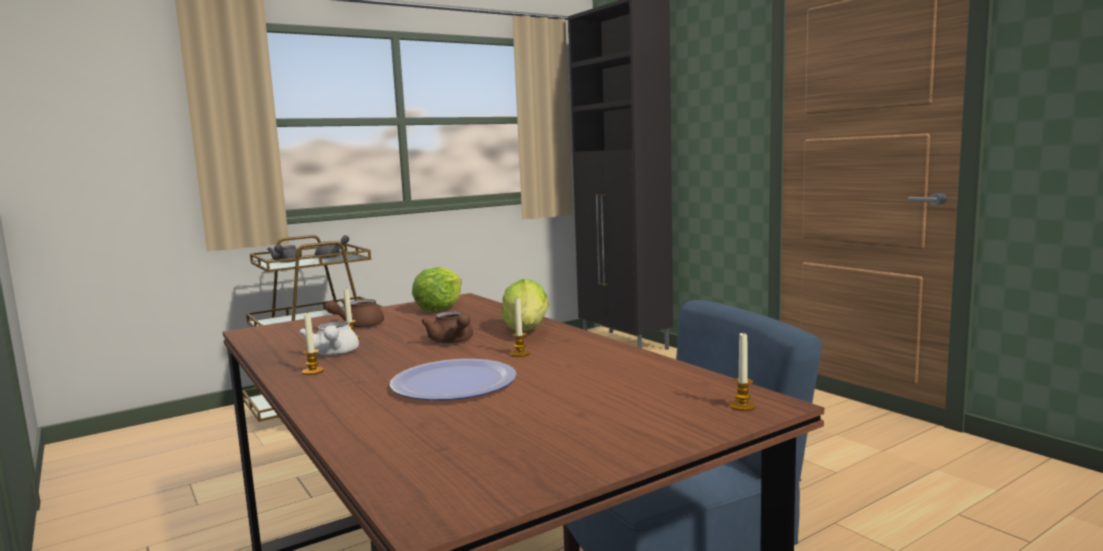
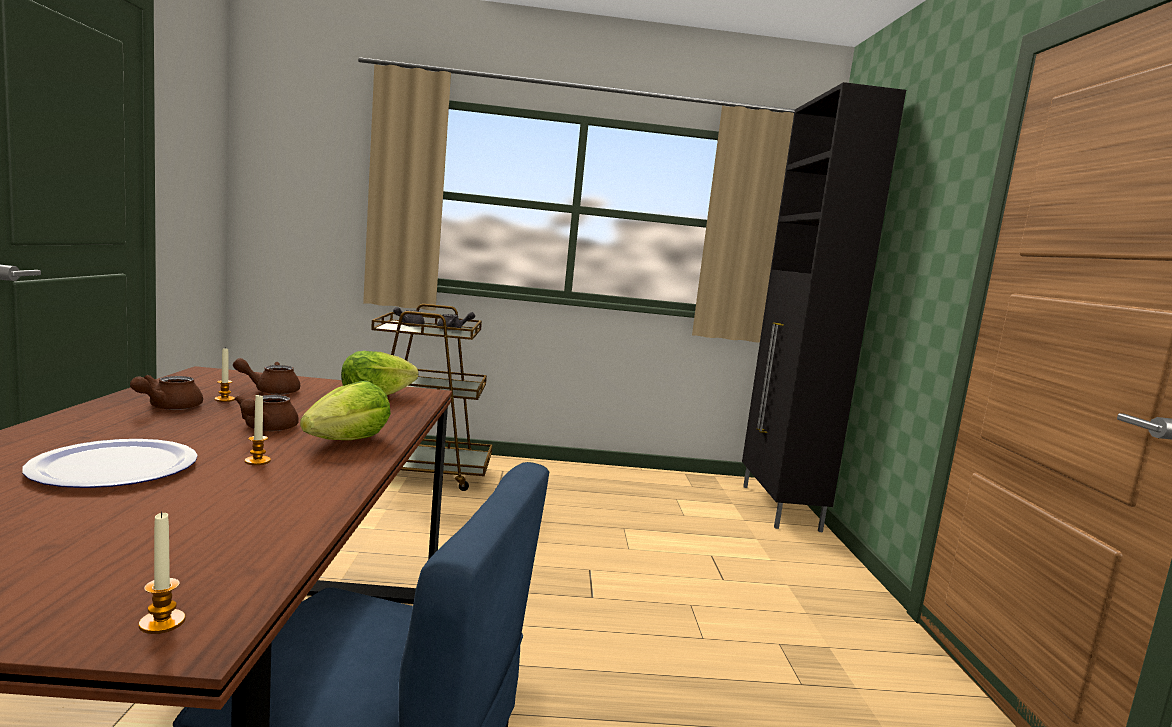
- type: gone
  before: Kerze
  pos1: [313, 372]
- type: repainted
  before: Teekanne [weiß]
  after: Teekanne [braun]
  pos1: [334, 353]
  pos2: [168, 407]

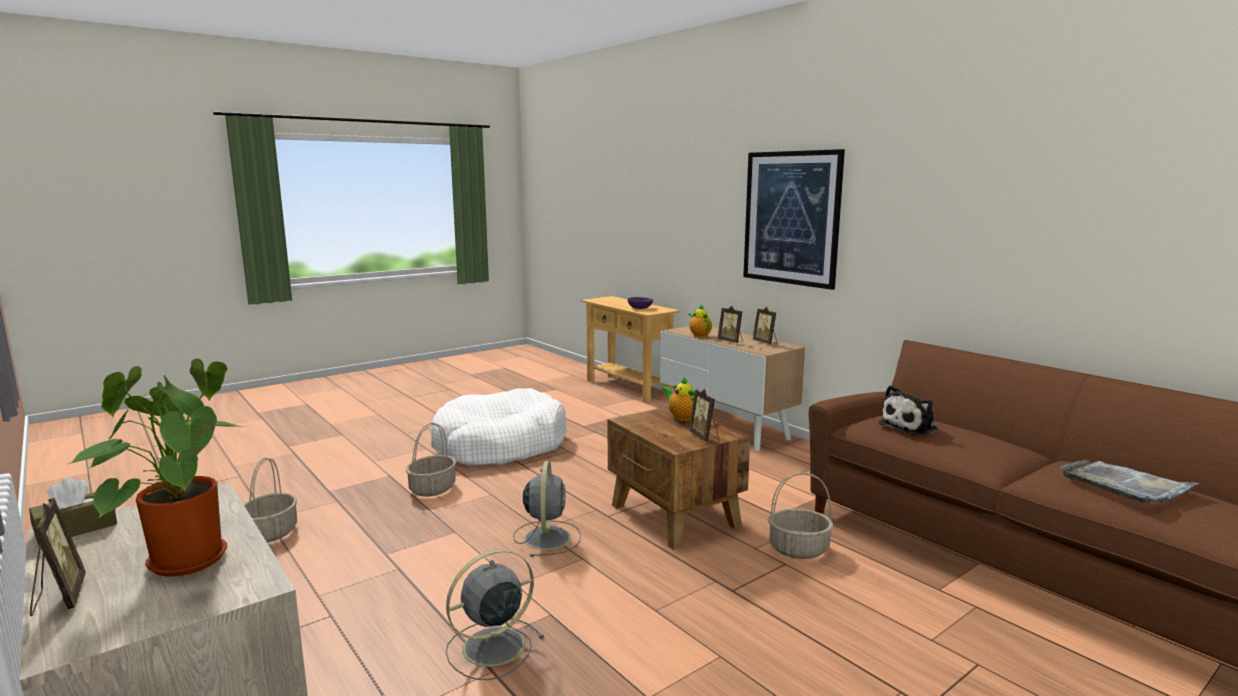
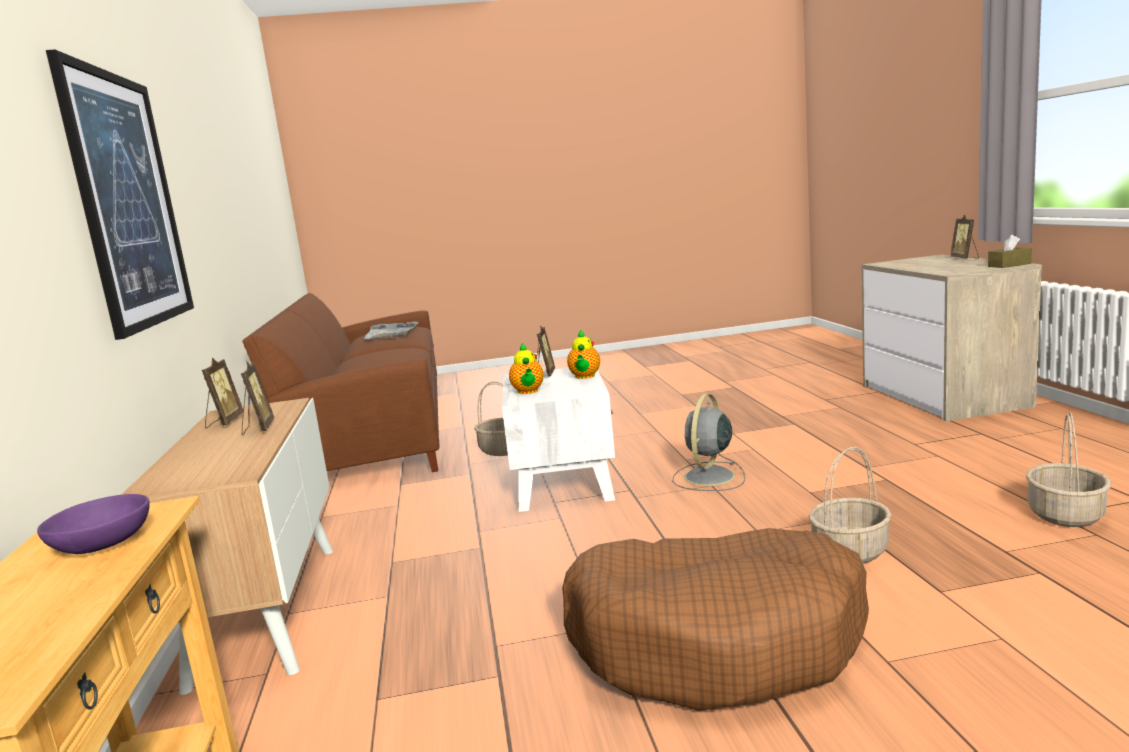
- type: gone
  before: Topfpflanze
  pos1: [183, 558]
- type: gone
  before: Ventilator [grau]
  pos1: [491, 647]
- type: gone
  before: Plüschtier
  pos1: [911, 427]
- type: shifted
  before: Teekanne
  pos1: [699, 335]
  pos2: [584, 377]
- type: repainted
  before: Hundebett [weiß]
  after: Hundebett [braun]
  pos1: [499, 445]
  pos2: [716, 641]
- type: repainted
  before: Beistelltisch [braun]
  after: Beistelltisch [weiß]
  pos1: [674, 516]
  pos2: [564, 482]

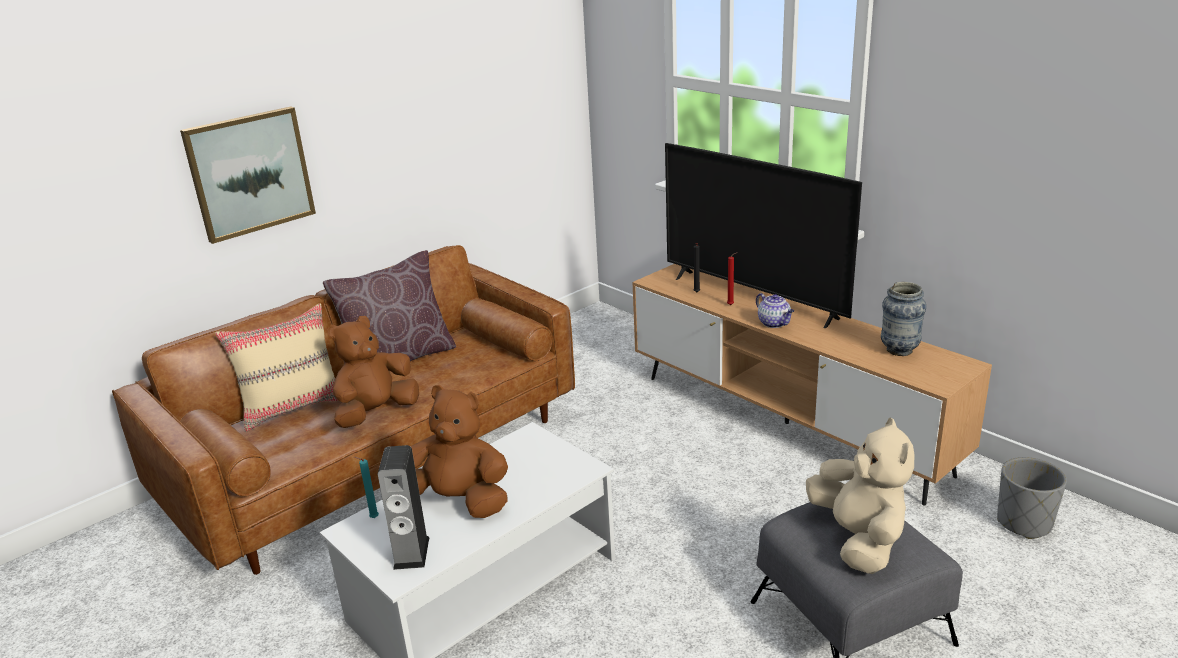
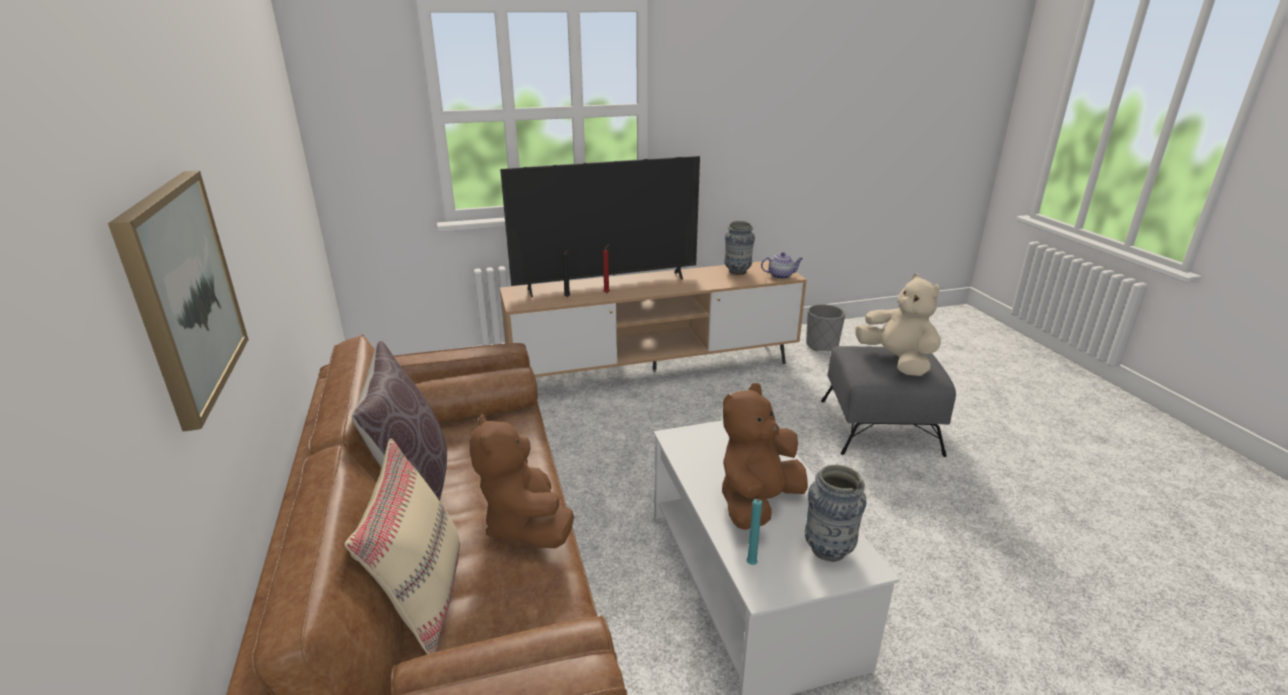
- type: shifted
  before: Teekanne
  pos1: [774, 323]
  pos2: [781, 276]
- type: swapped
  before: Lautsprecher
  after: Vase
  pos1: [411, 553]
  pos2: [828, 550]
- type: rotated
  before: Plüschtier [beige]
  pos1: [859, 539]
  pos2: [896, 361]
  turn: 45

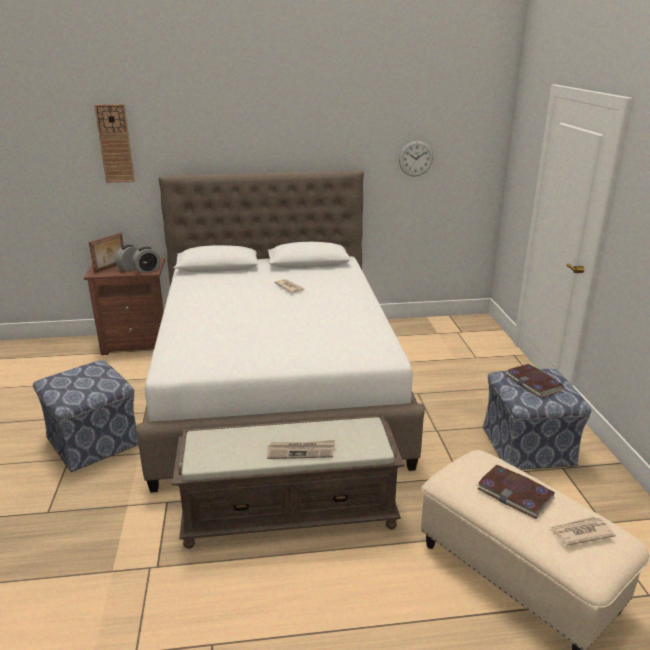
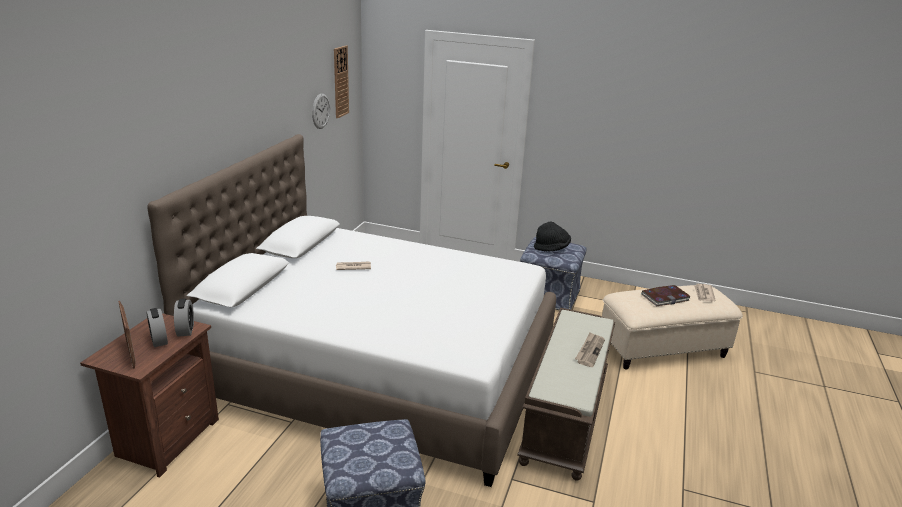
- type: shifted
  before: Wanduhr
  pos1: [115, 144]
  pos2: [340, 82]
- type: swapped
  before: Buch
  after: Hut [schwarz]
  pos1: [534, 383]
  pos2: [551, 248]

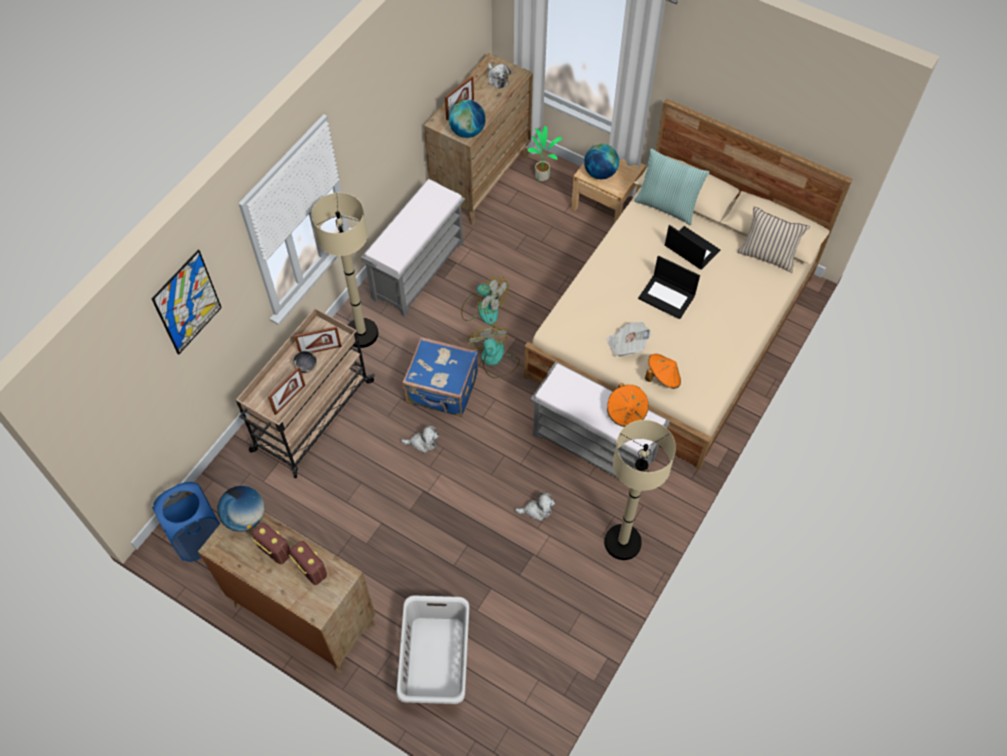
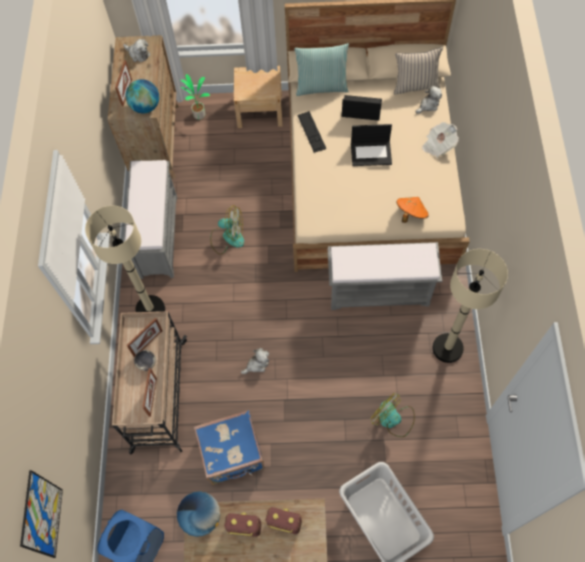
- type: gone
  before: Globus
  pos1: [600, 173]
- type: gone
  before: Hut [orange]
  pos1: [626, 412]
- type: new
  after: Tastatur
  pos2: [311, 132]
- type: shifted
  before: Bild
  pos1: [187, 303]
  pos2: [42, 515]
- type: shifted
  before: Koffer [blau]
  pos1: [442, 390]
  pos2: [233, 454]
- type: shifted
  before: Ventilator
  pos1: [495, 359]
  pos2: [393, 419]
- type: shifted
  before: Plüschtier
  pos1: [537, 510]
  pos2: [428, 105]
- type: shifted
  before: Zeitung
  pos1: [626, 345]
  pos2: [438, 145]

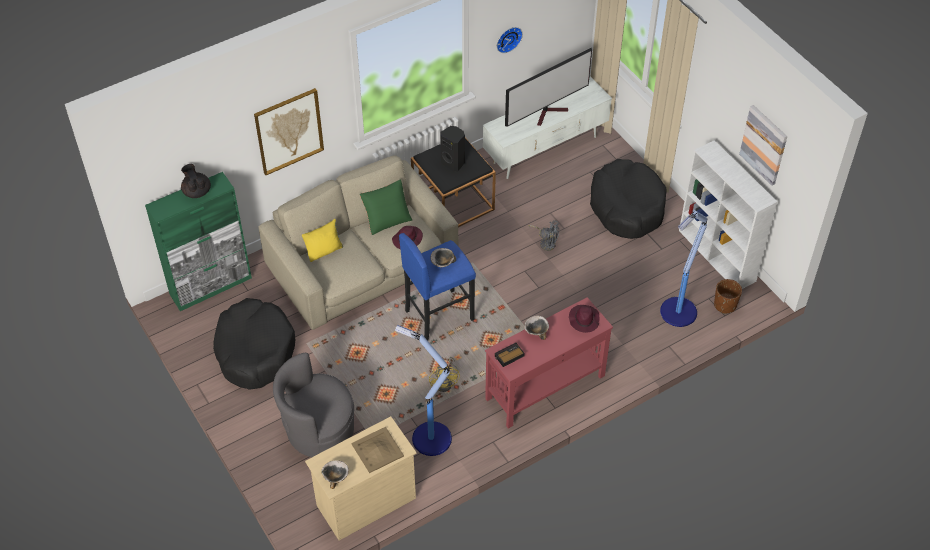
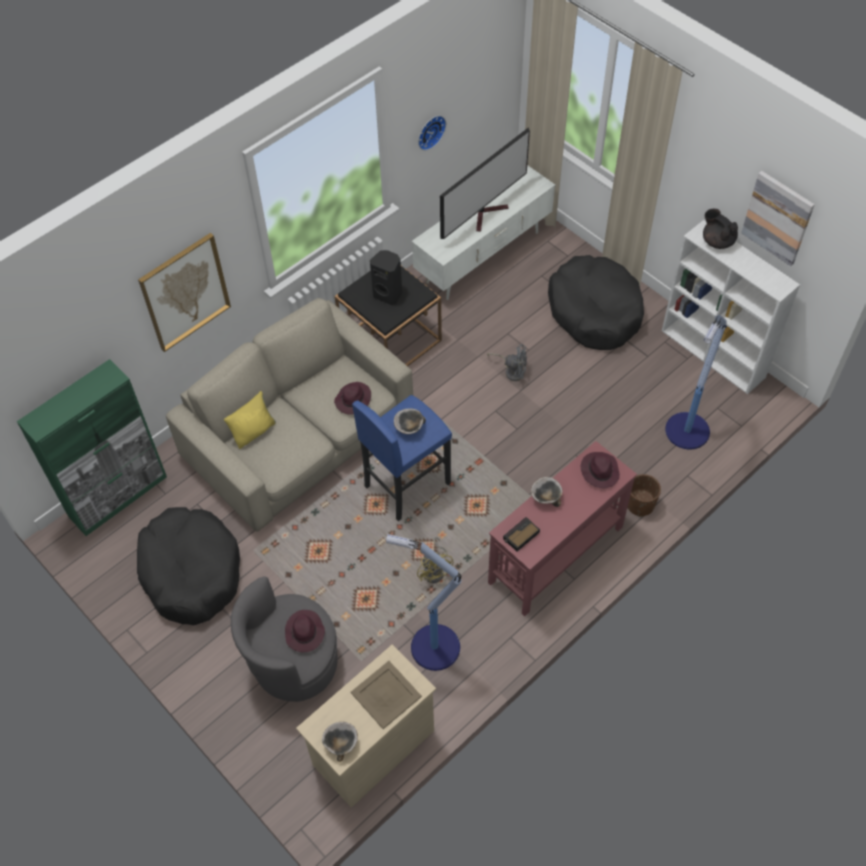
- type: gone
  before: Kissen [grün]
  pos1: [387, 219]
- type: new
  after: Hut [lila]
  pos2: [305, 633]
- type: shifted
  before: Teekanne [schwarz]
  pos1: [197, 191]
  pos2: [717, 241]
- type: shifted
  before: Pflanzkübel [braun]
  pos1: [725, 305]
  pos2: [640, 504]

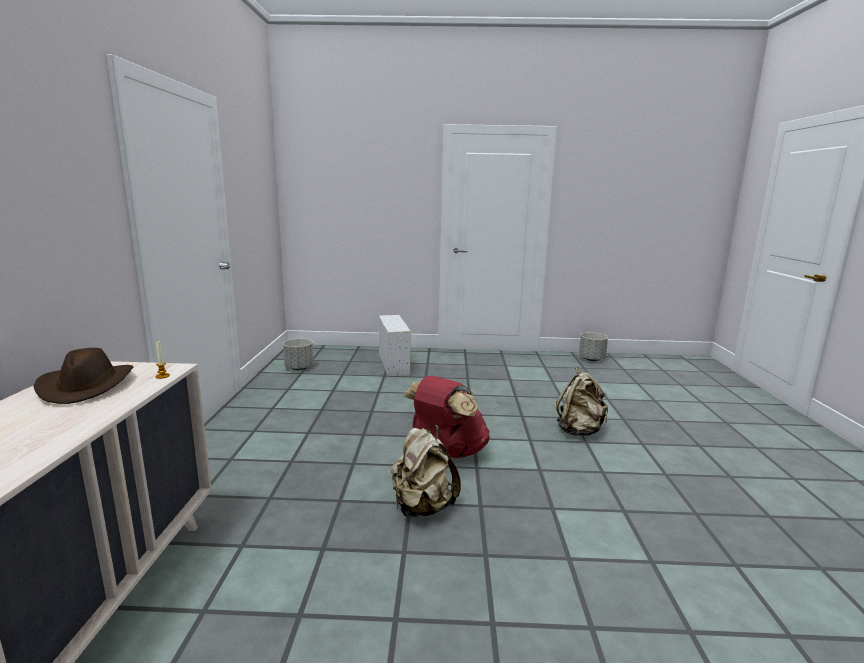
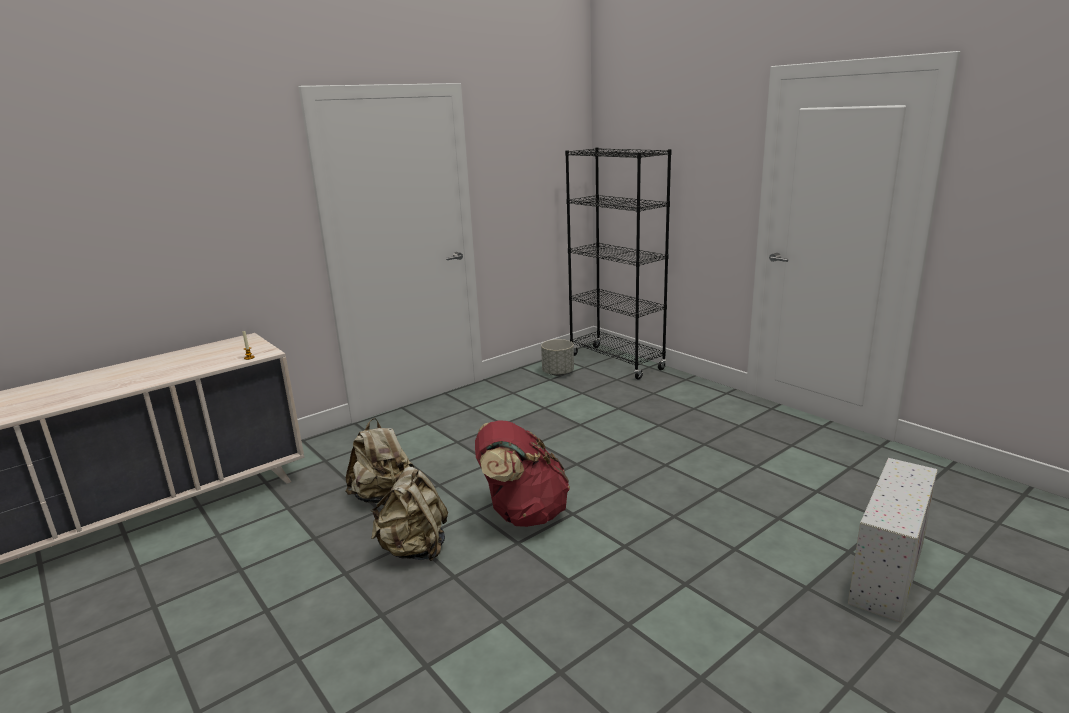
- type: gone
  before: Hut [braun]
  pos1: [87, 386]
- type: gone
  before: Pflanzkübel [grau]
  pos1: [591, 359]
- type: new
  after: Bücherregal [schwarz]
  pos2: [616, 362]
- type: shifted
  before: Aufbewahrungsbox [weiß]
  pos1: [393, 364]
  pos2: [887, 570]
- type: shifted
  before: Rucksack [beige]
  pos1: [579, 431]
  pos2: [384, 496]

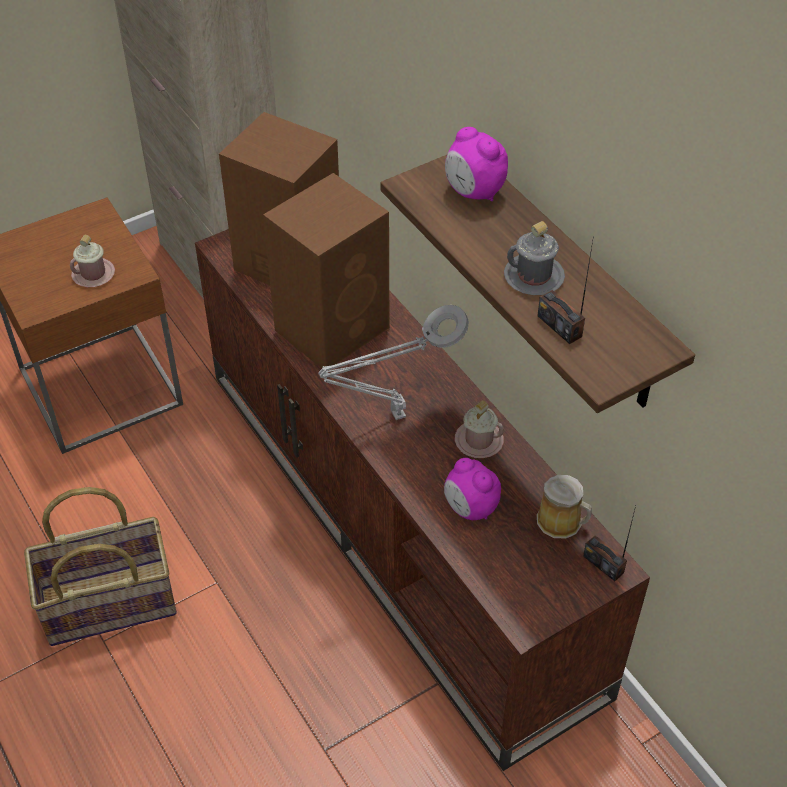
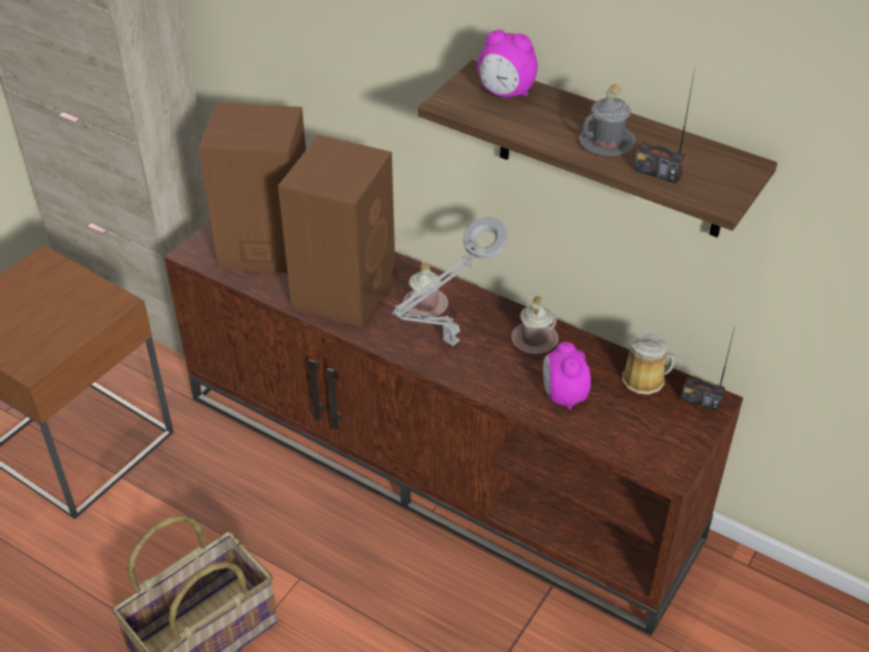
- type: shifted
  before: Henkelbecher [rosa]
  pos1: [93, 274]
  pos2: [425, 305]
- type: rotated
  before: Wecker
  pos1: [470, 508]
  pos2: [563, 396]
  turn: 60

